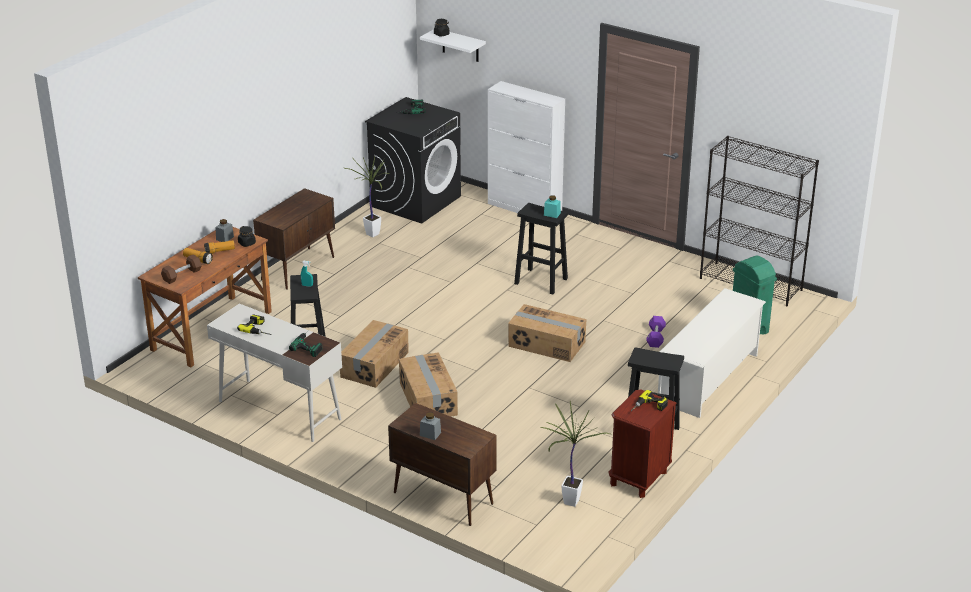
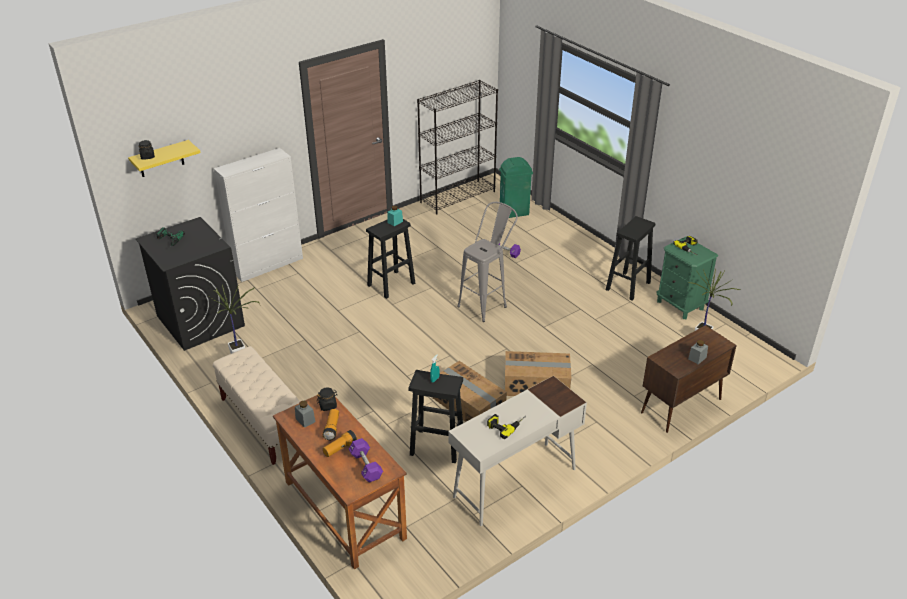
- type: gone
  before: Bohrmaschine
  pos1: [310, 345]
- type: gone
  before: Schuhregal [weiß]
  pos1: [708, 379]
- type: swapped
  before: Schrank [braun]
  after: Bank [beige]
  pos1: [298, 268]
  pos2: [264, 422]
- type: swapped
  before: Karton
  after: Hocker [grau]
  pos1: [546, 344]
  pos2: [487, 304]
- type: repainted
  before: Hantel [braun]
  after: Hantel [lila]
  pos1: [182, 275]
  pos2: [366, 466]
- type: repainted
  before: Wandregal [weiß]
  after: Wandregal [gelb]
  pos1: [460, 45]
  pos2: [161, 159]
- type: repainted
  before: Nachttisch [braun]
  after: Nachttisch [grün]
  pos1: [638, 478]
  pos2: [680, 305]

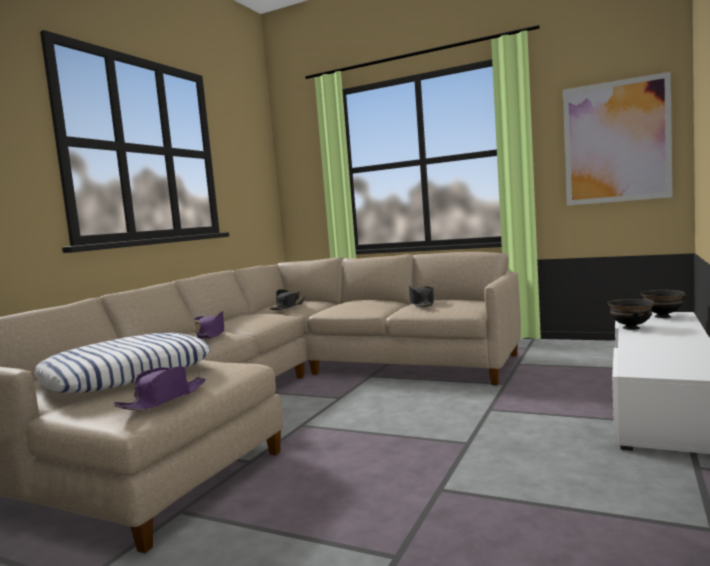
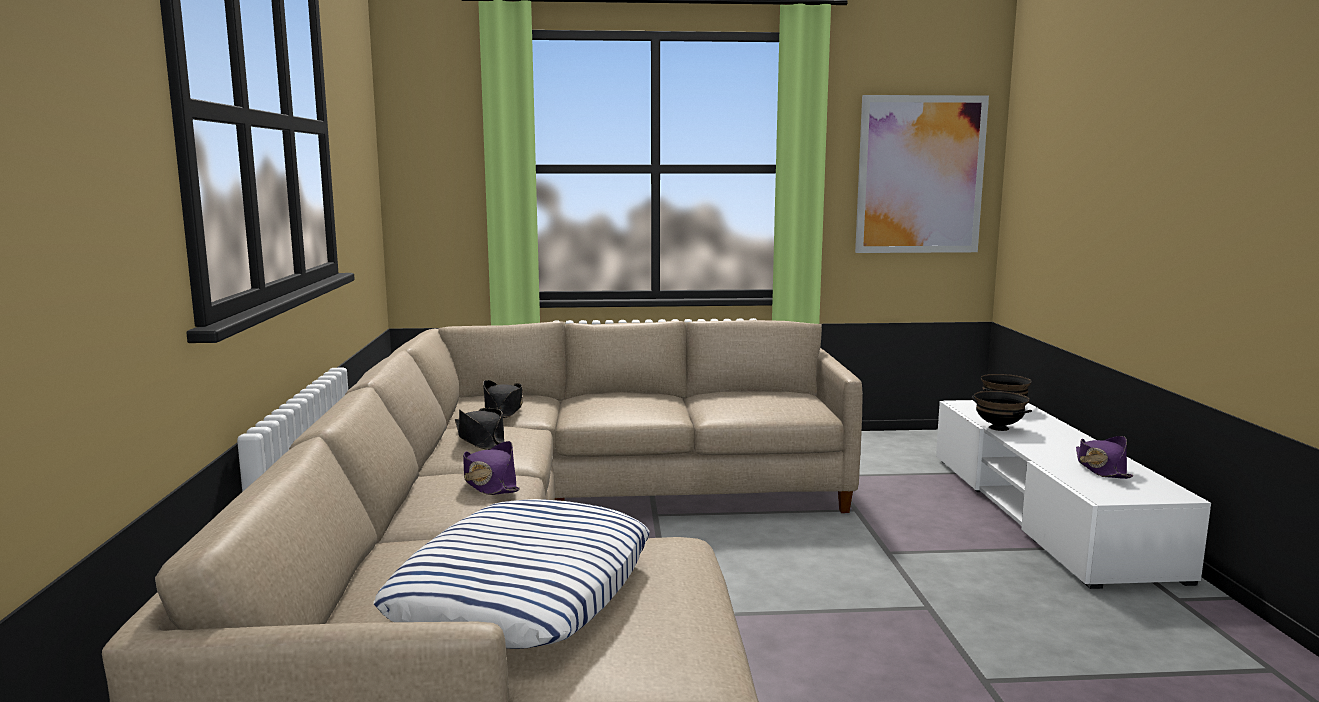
- type: shifted
  before: Hut [lila]
  pos1: [164, 399]
  pos2: [1101, 468]
- type: shifted
  before: Hut [schwarz]
  pos1: [421, 303]
  pos2: [481, 440]

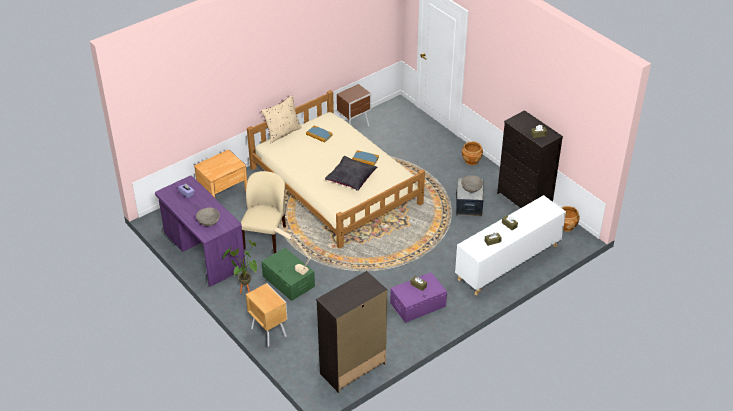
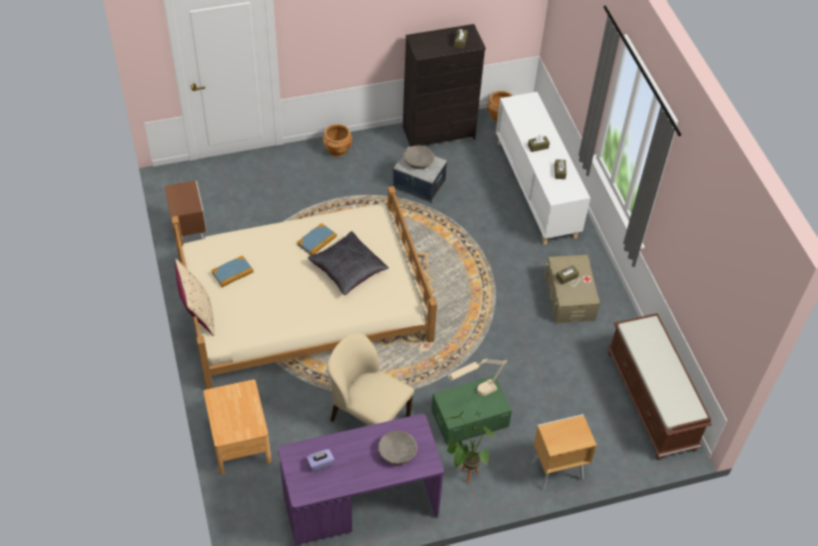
- type: swapped
  before: Kommode [schwarz]
  after: Bank [braun]
  pos1: [352, 369]
  pos2: [652, 400]
- type: repainted
  before: Aufbewahrungsbox [lila]
  after: Aufbewahrungsbox [beige]
  pos1: [418, 304]
  pos2: [569, 297]

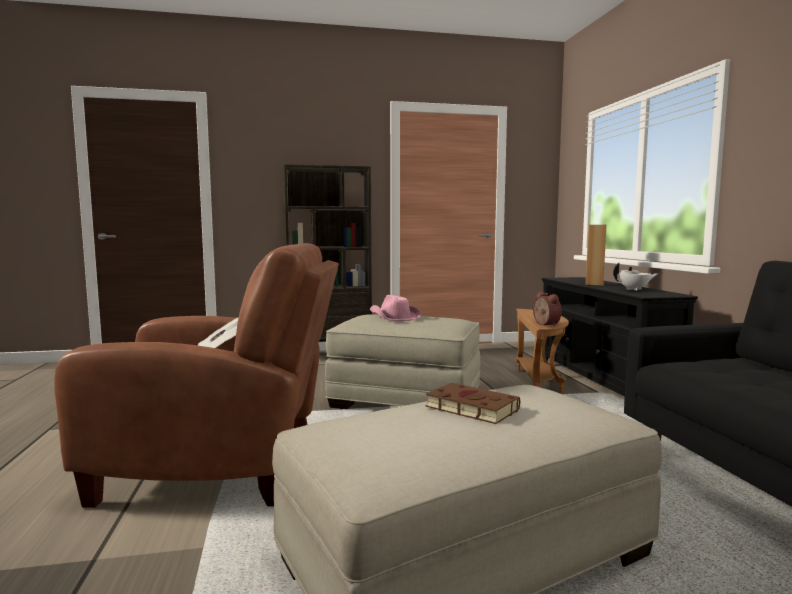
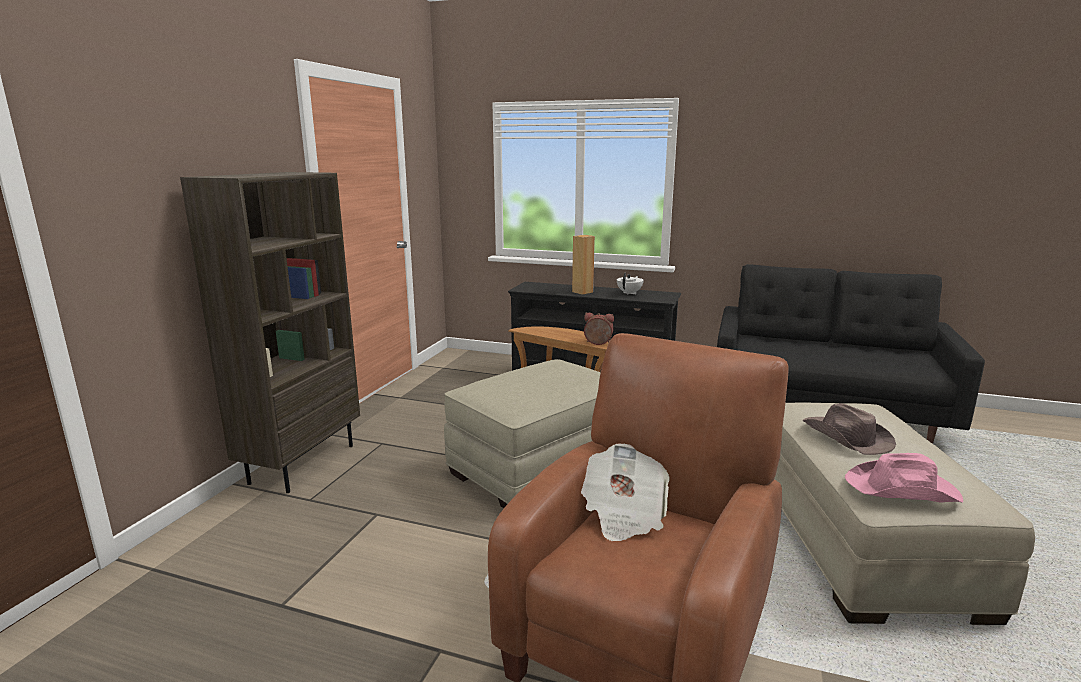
- type: shifted
  before: Hut [rosa]
  pos1: [394, 317]
  pos2: [903, 489]
- type: swapped
  before: Buch [braun]
  after: Hut [braun]
  pos1: [469, 408]
  pos2: [846, 437]

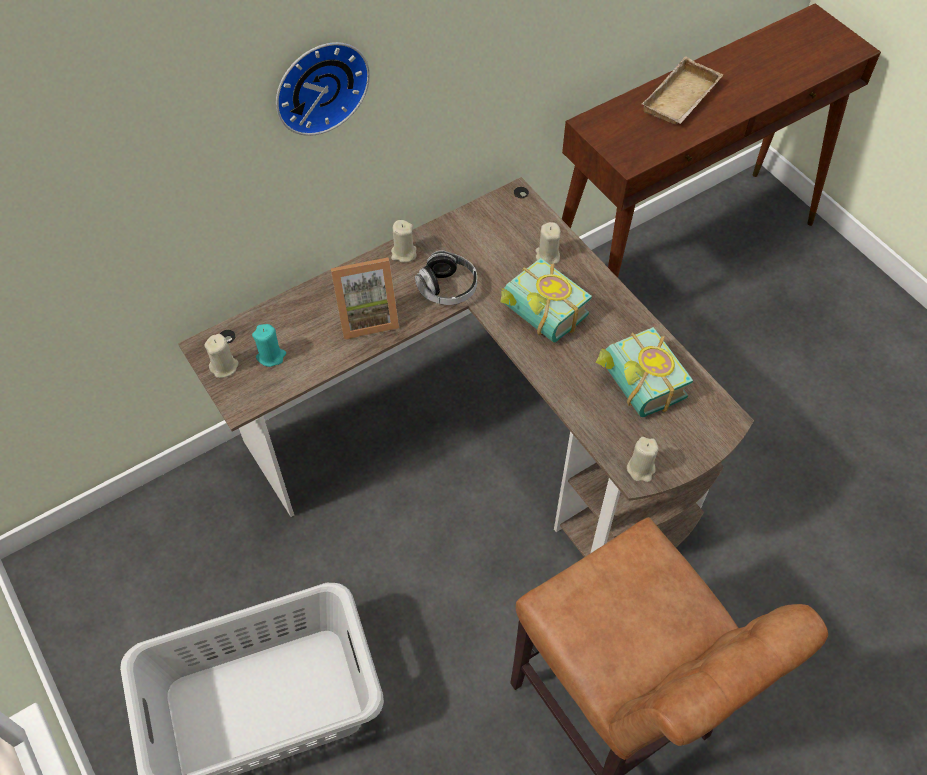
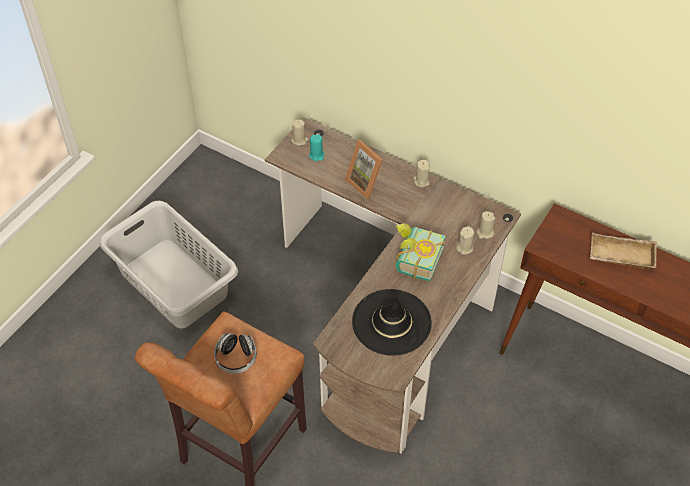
- type: gone
  before: Wanduhr
  pos1: [319, 85]
- type: shifted
  before: Kopfhörer
  pos1: [447, 288]
  pos2: [236, 359]
- type: shifted
  before: Kerze [beige]
  pos1: [641, 469]
  pos2: [485, 233]
- type: swapped
  before: Buch
  after: Hut [schwarz]
  pos1: [634, 387]
  pos2: [391, 322]

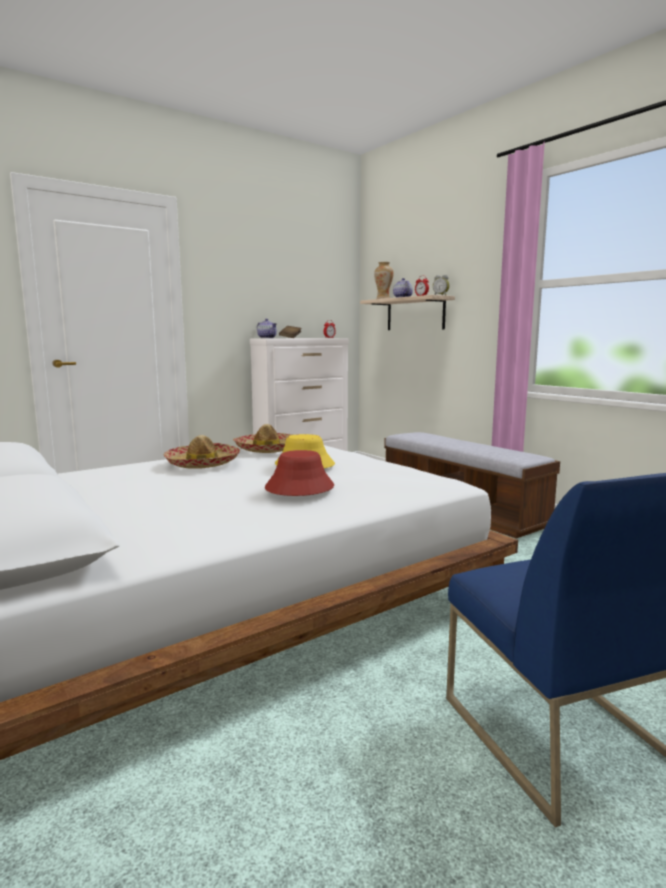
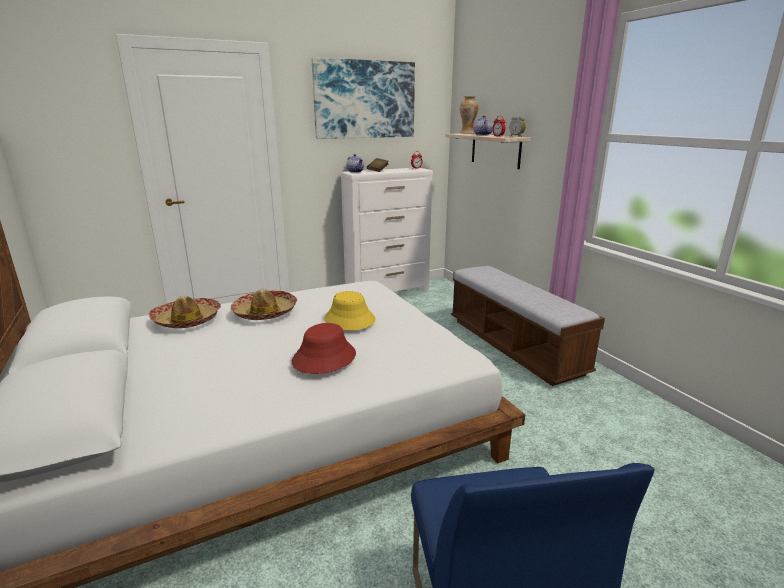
- type: new
  after: Bild
  pos2: [365, 100]
- type: shifted
  before: Hut
  pos1: [267, 449]
  pos2: [187, 320]

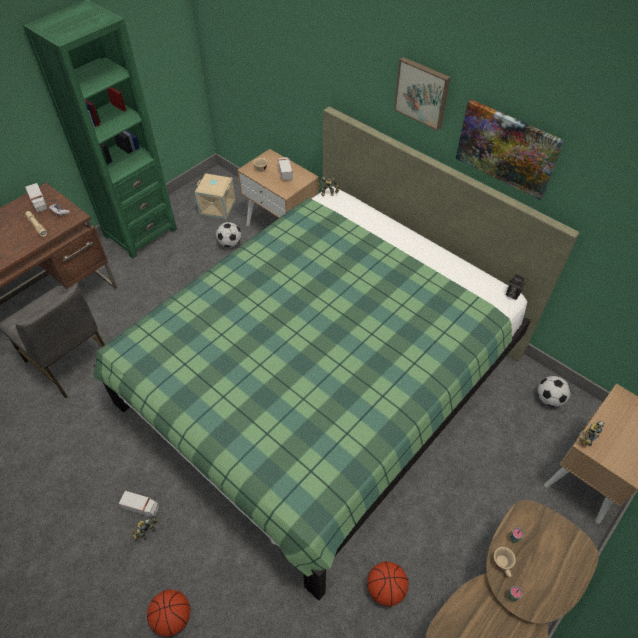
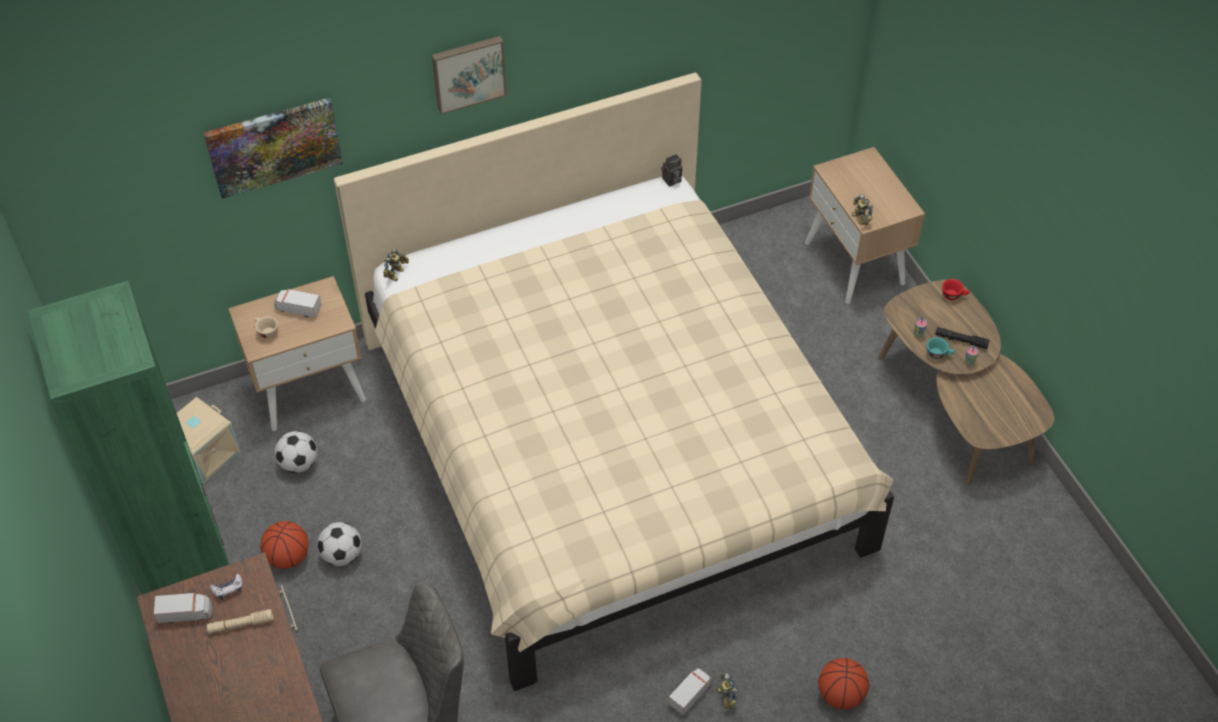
- type: new
  after: Taschenlampe [schwarz]
  pos2: [961, 340]
- type: new
  after: Tasse [rot]
  pos2: [954, 295]
- type: shifted
  before: Basketball
  pos1: [385, 589]
  pos2: [288, 557]
- type: shifted
  before: Bild
  pos1: [507, 148]
  pos2: [274, 146]
- type: shifted
  before: Fußball
  pos1: [549, 399]
  pos2: [342, 555]
- type: repainted
  before: Bett [grün]
  after: Bett [beige]
  pos1: [321, 380]
  pos2: [609, 444]
- type: repainted
  before: Tasse [beige]
  after: Tasse [türkis]
  pos1: [503, 565]
  pos2: [938, 354]

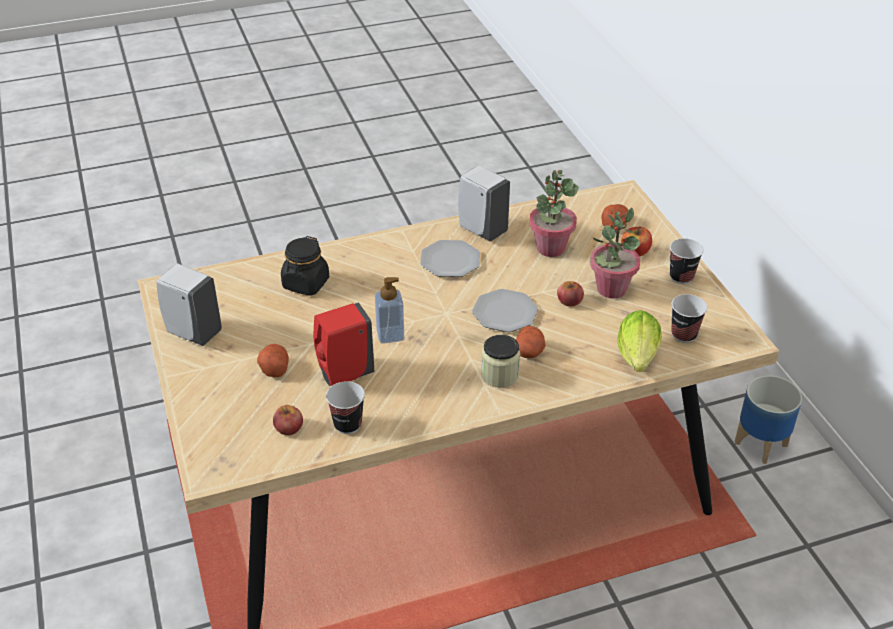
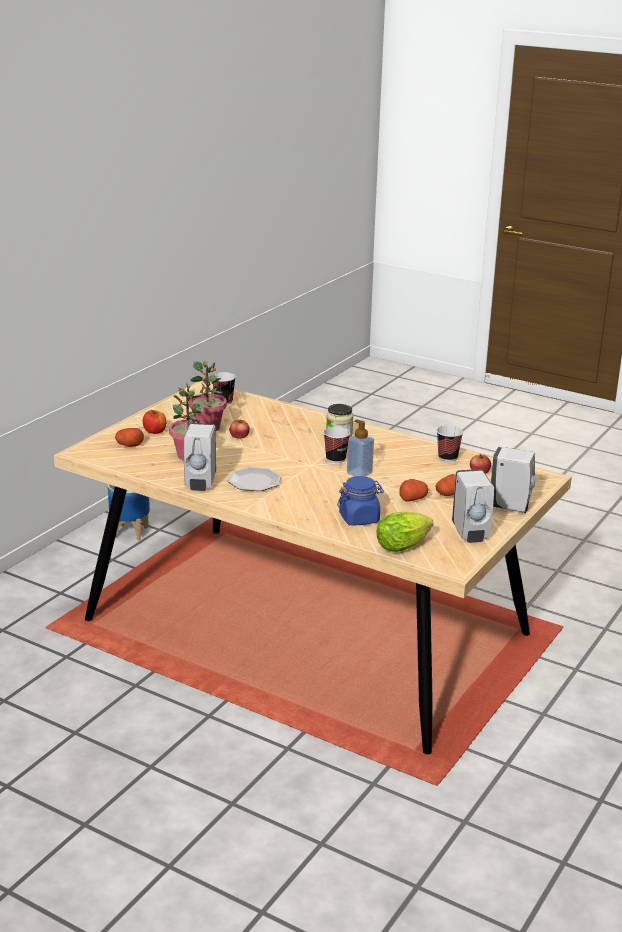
- type: gone
  before: Seifenspender [rot]
  pos1: [344, 374]
- type: gone
  before: Teller
  pos1: [504, 313]
- type: new
  after: Seifenspender [weiß]
  pos2: [511, 507]
- type: shifted
  before: Kartoffel
  pos1: [529, 352]
  pos2: [413, 498]
- type: shifted
  before: Salatkopf
  pos1: [637, 360]
  pos2: [405, 546]
- type: shifted
  before: Tasse
  pos1: [681, 277]
  pos2: [335, 459]
- type: repainted
  before: Vorratsglas [schwarz]
  after: Vorratsglas [blau]
  pos1: [306, 284]
  pos2: [359, 518]

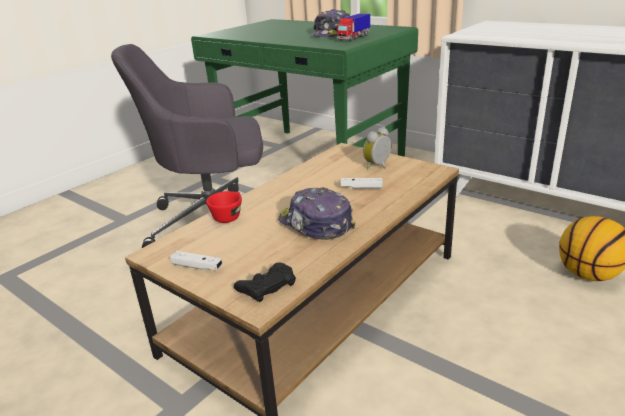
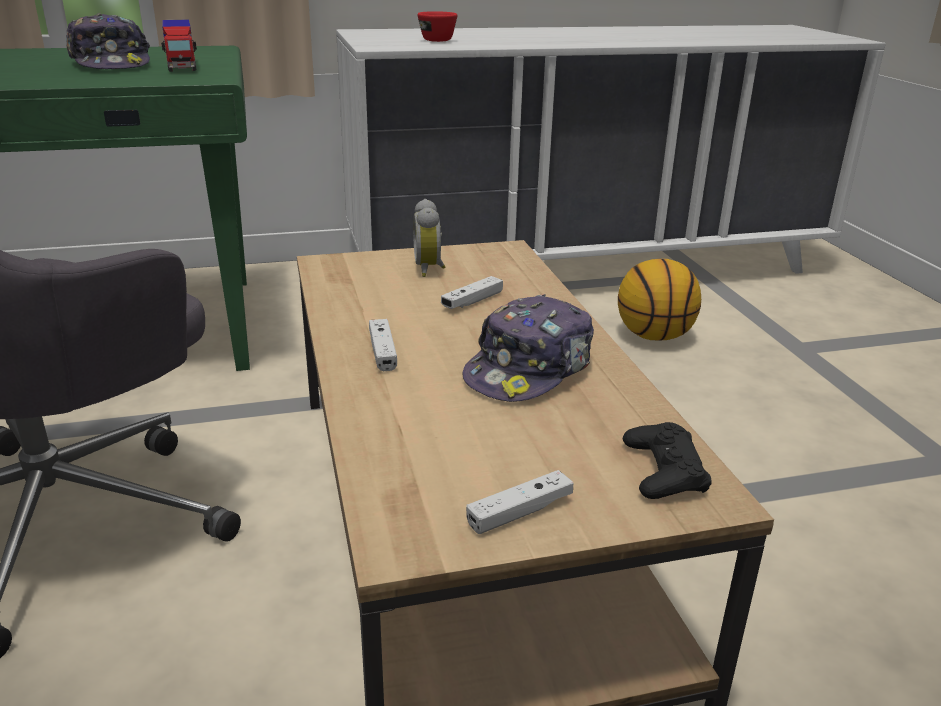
- type: new
  after: Gamepad [weiß]
  pos2: [382, 352]
- type: shifted
  before: Tasse [rot]
  pos1: [229, 216]
  pos2: [433, 40]
- type: rotated
  before: Kappe
  pos1: [315, 224]
  pos2: [530, 369]
  turn: -45

